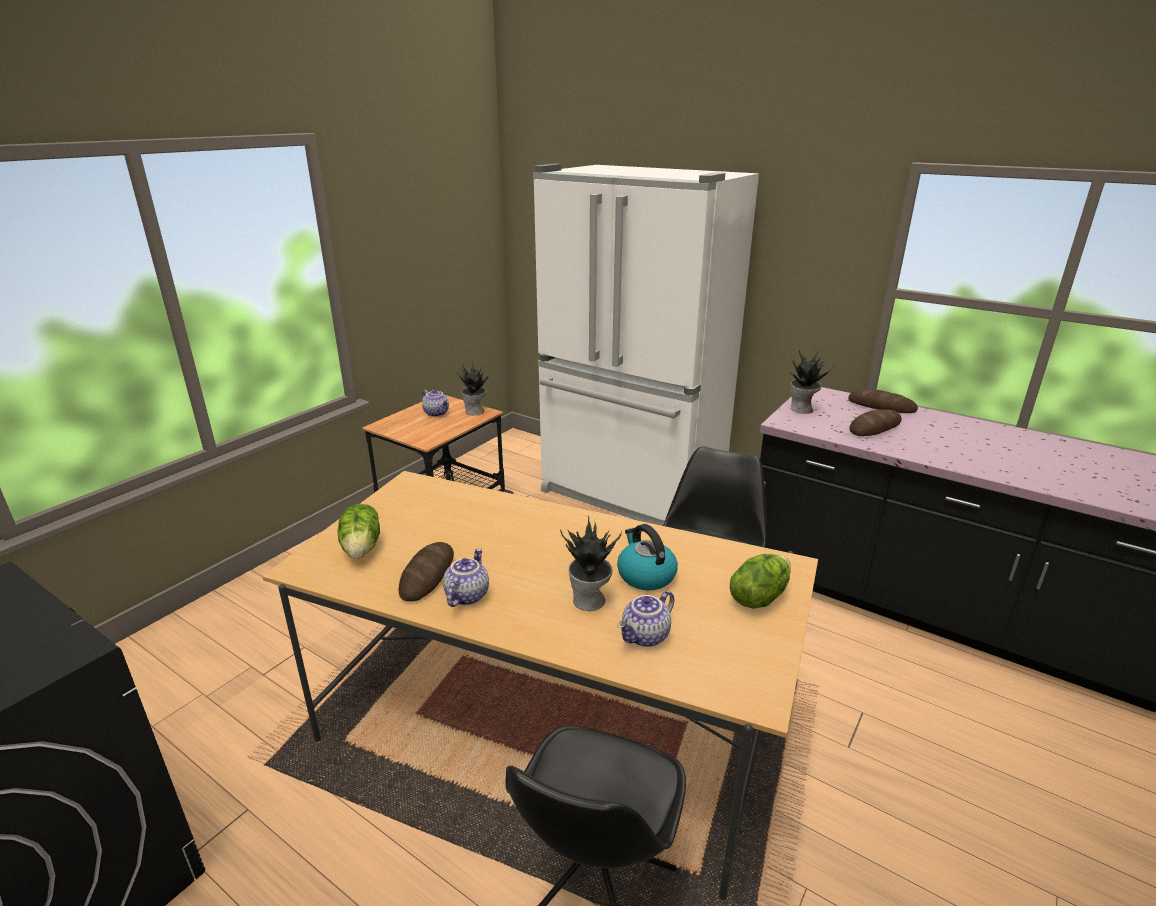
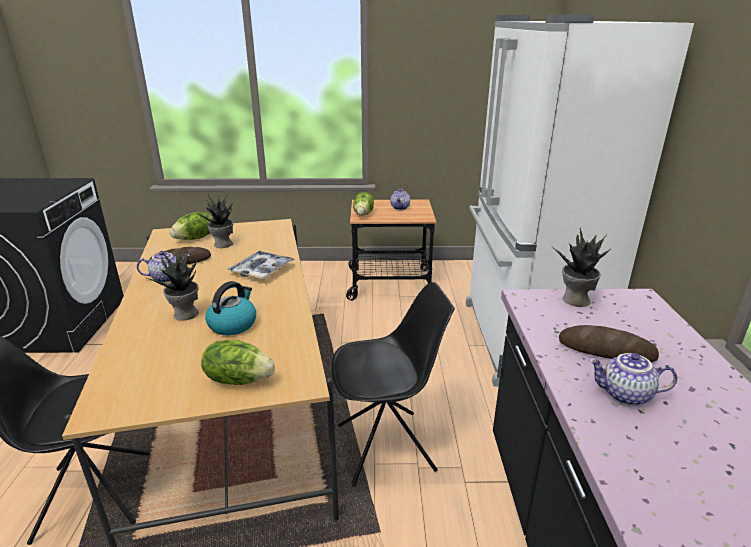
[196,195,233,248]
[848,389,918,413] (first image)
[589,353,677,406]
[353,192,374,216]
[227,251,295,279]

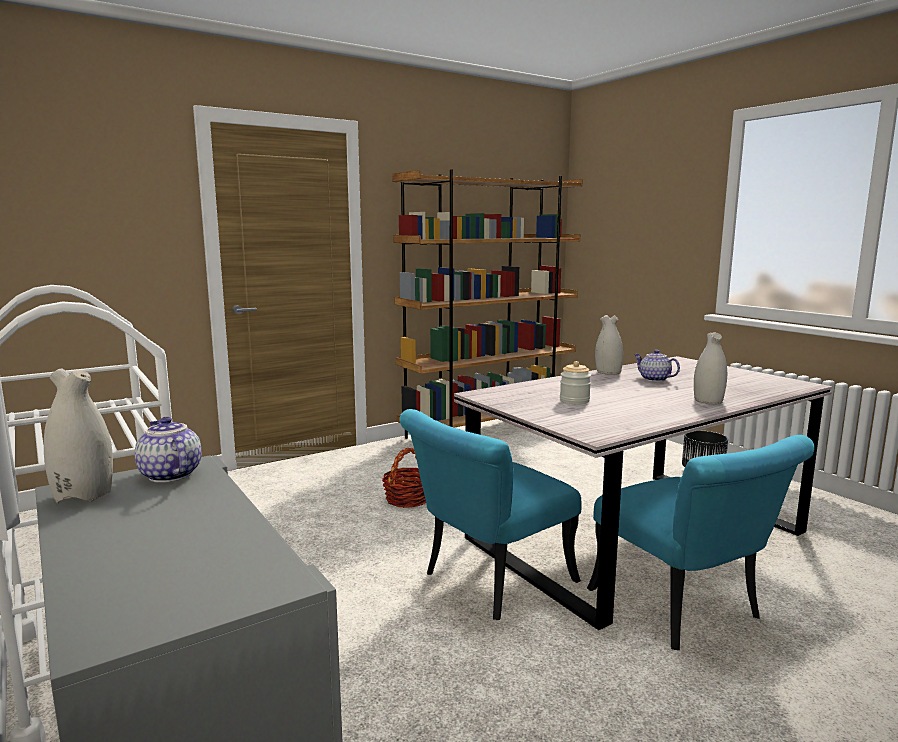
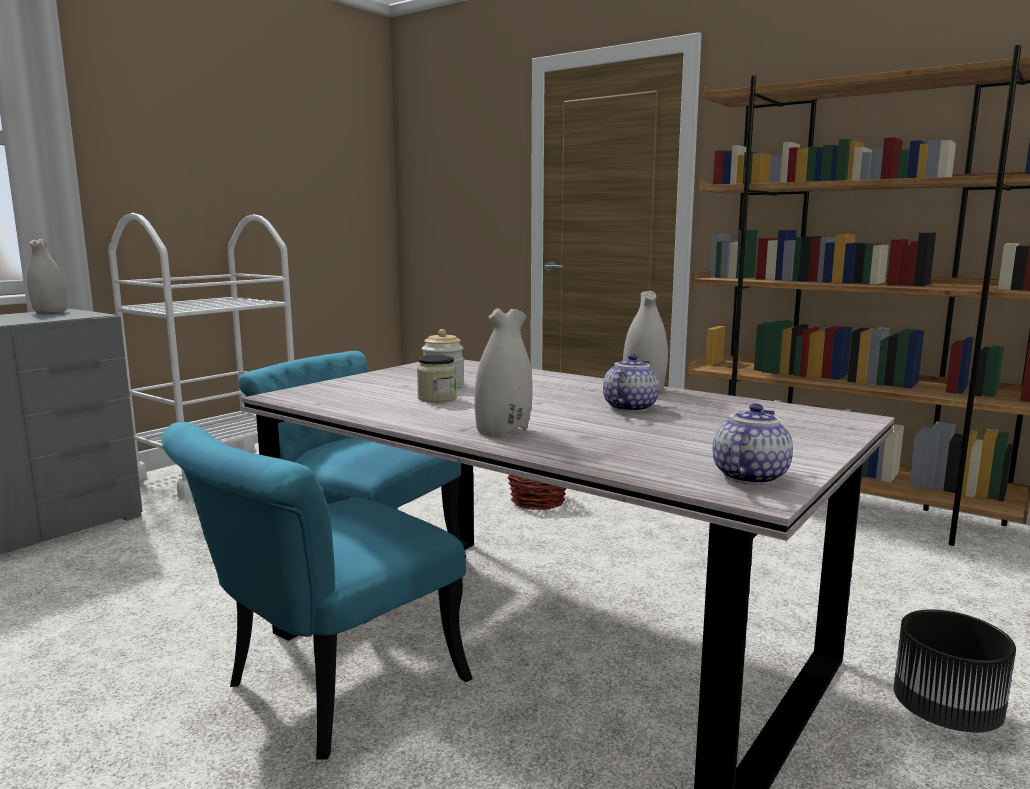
[713,403,793,485]
[417,355,456,402]

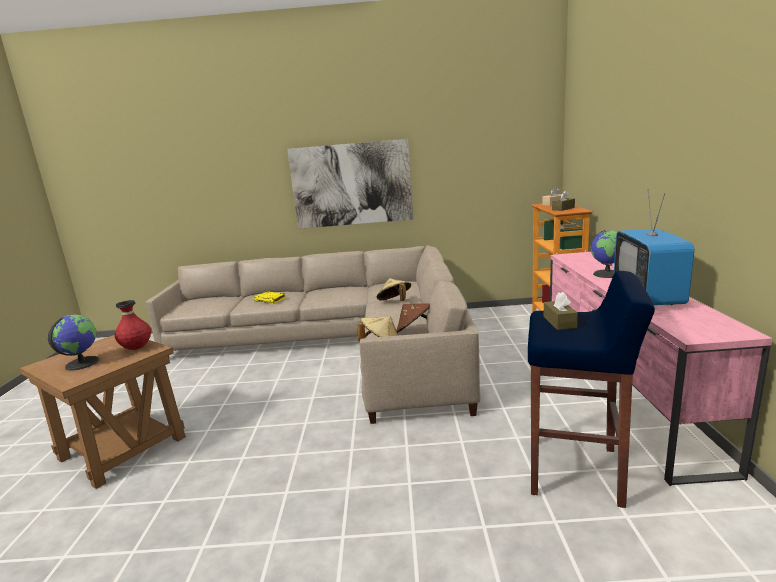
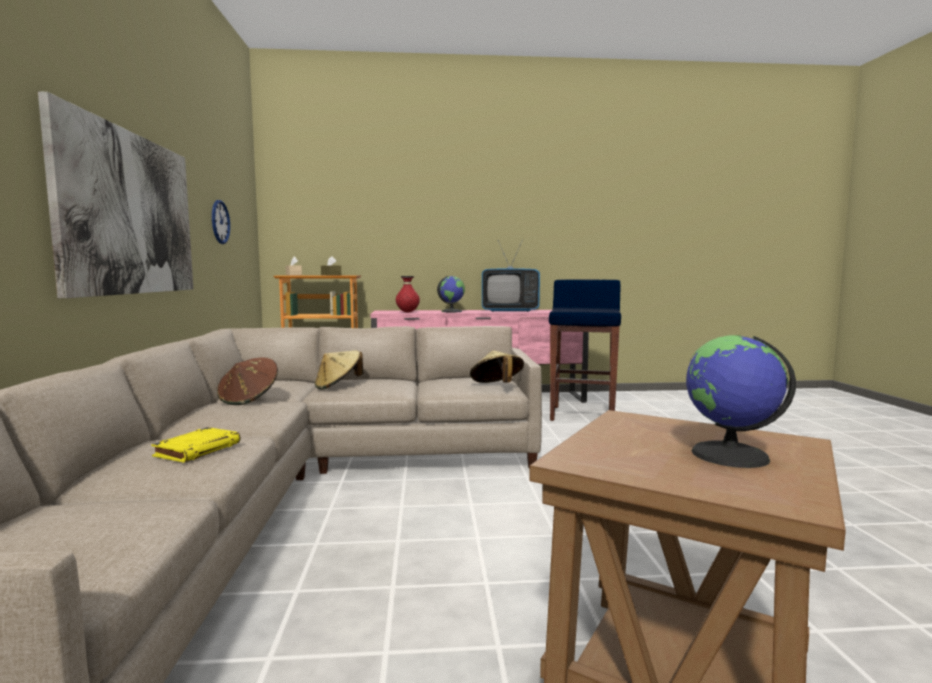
[544,292,578,330] (first image)
[396,276,420,312]
[217,357,278,405]
[212,200,230,244]

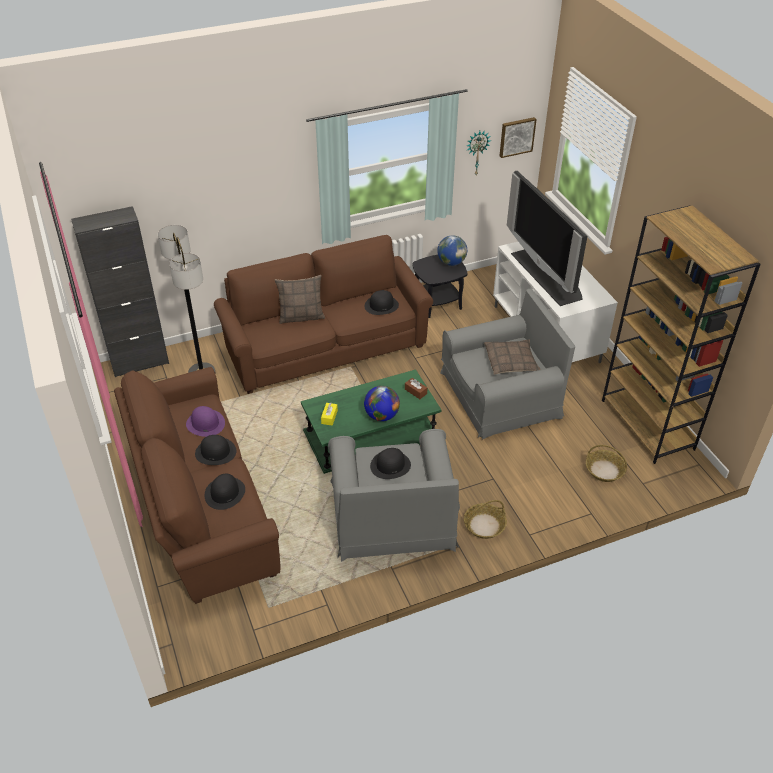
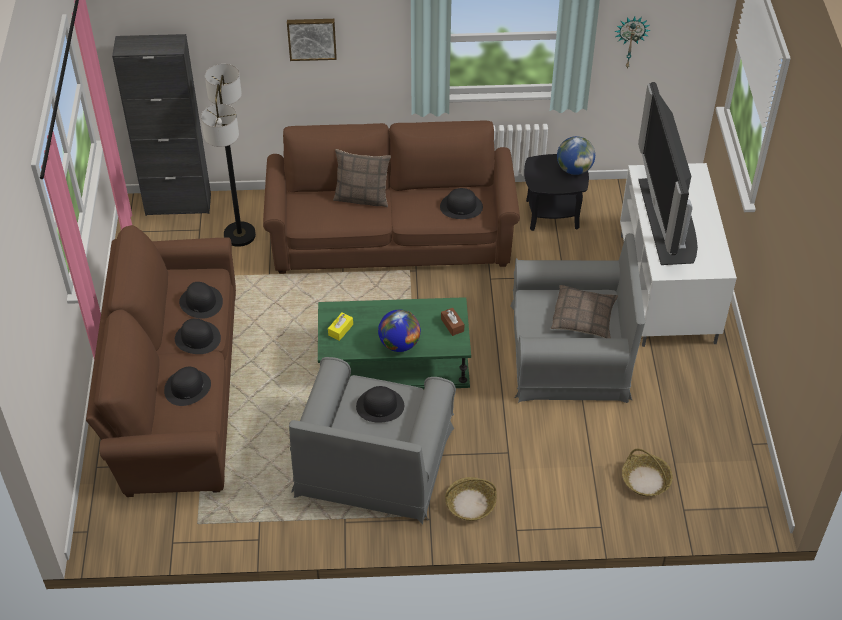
[287,19,337,61]
[602,205,761,464] (first image)
[179,282,223,319]

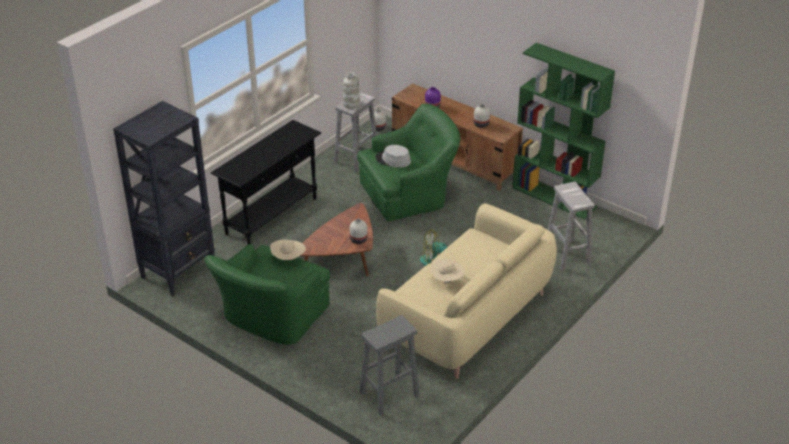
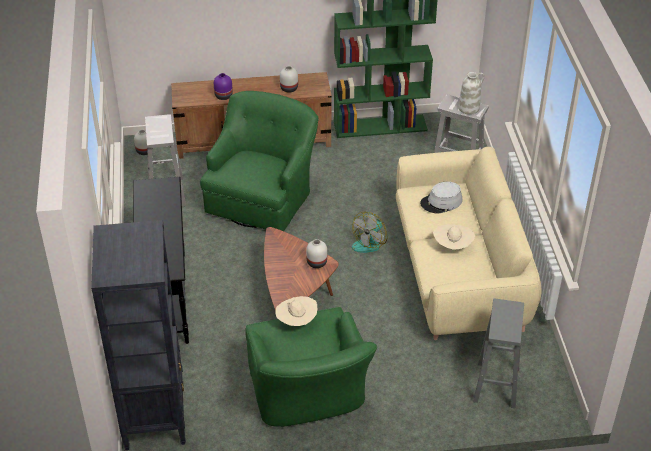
[459,72,485,115]
[420,182,462,214]

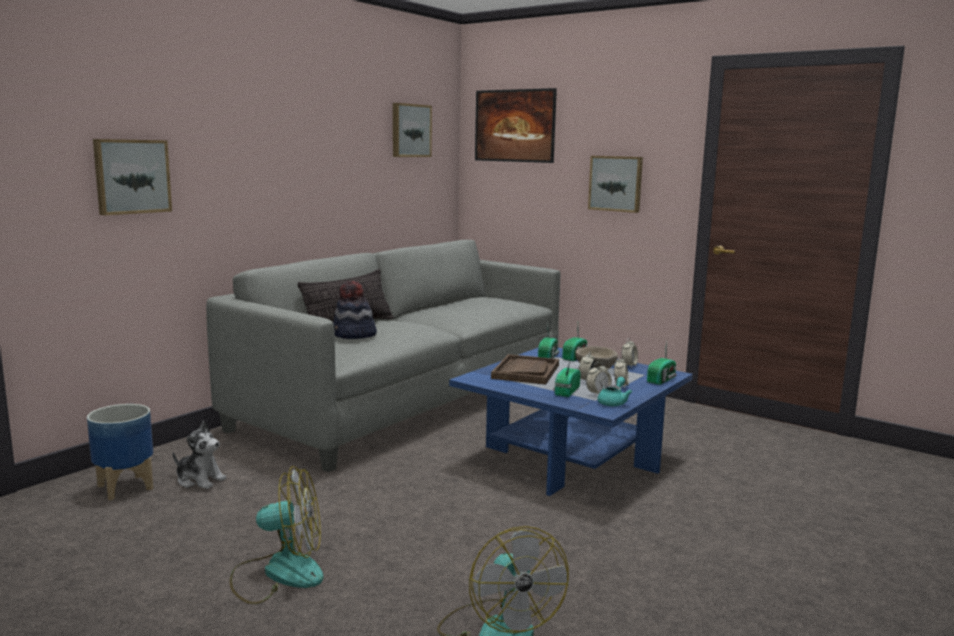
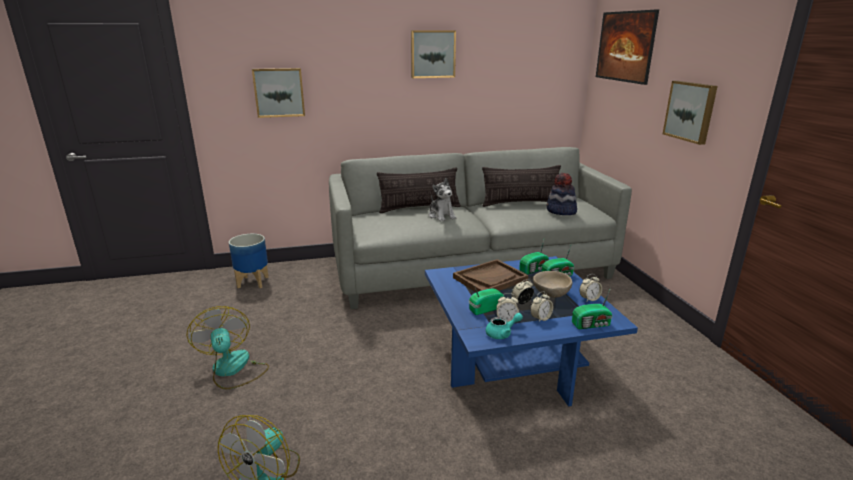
[411,30,456,78]
[546,173,577,215]
[429,178,456,222]
[187,306,269,389]
[482,165,561,207]

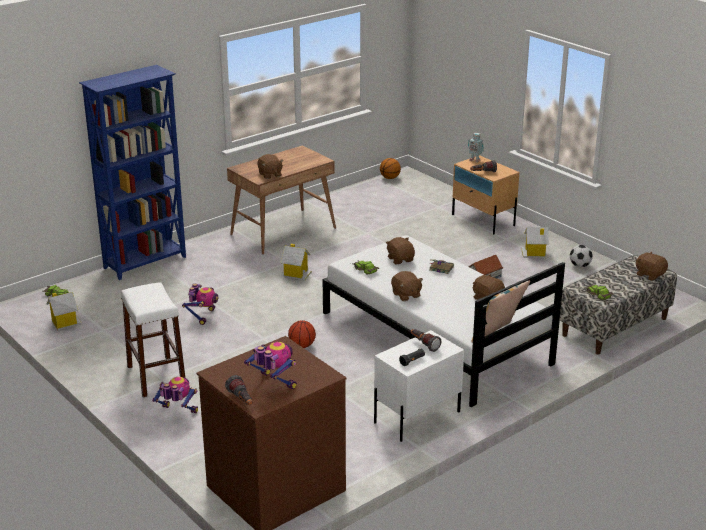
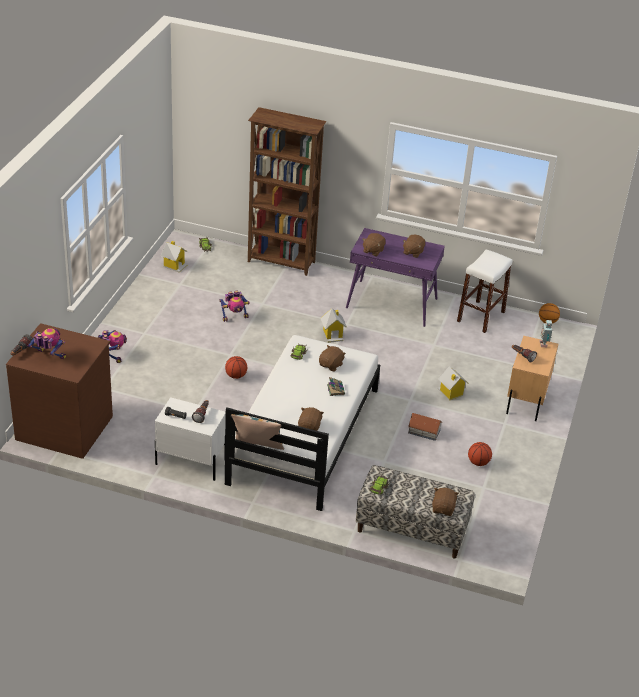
[248,107,327,276]
[346,228,445,327]
[438,367,469,401]
[570,245,593,267] (first image)
[403,235,425,258]
[457,250,512,333]
[28,328,66,359]
[468,442,492,466]

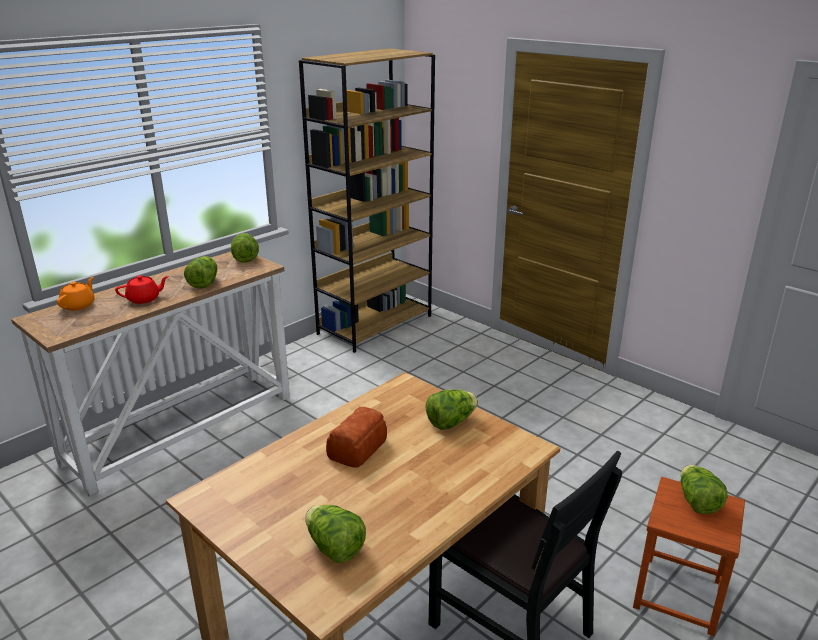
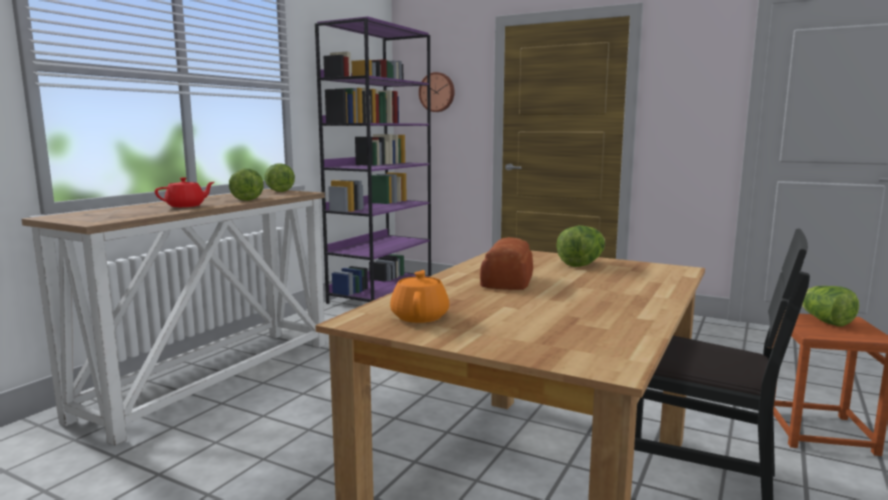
[315,16,431,304]
[390,270,449,323]
[305,505,366,563] (first image)
[419,72,455,112]

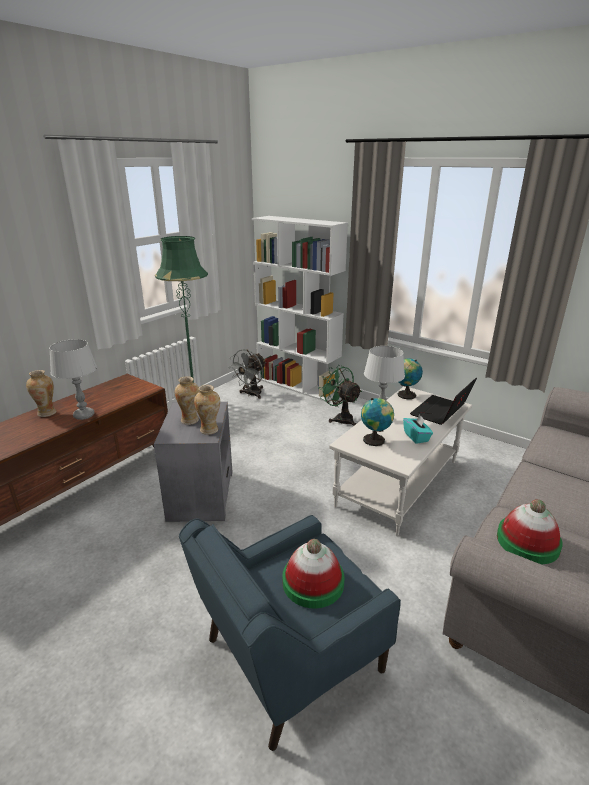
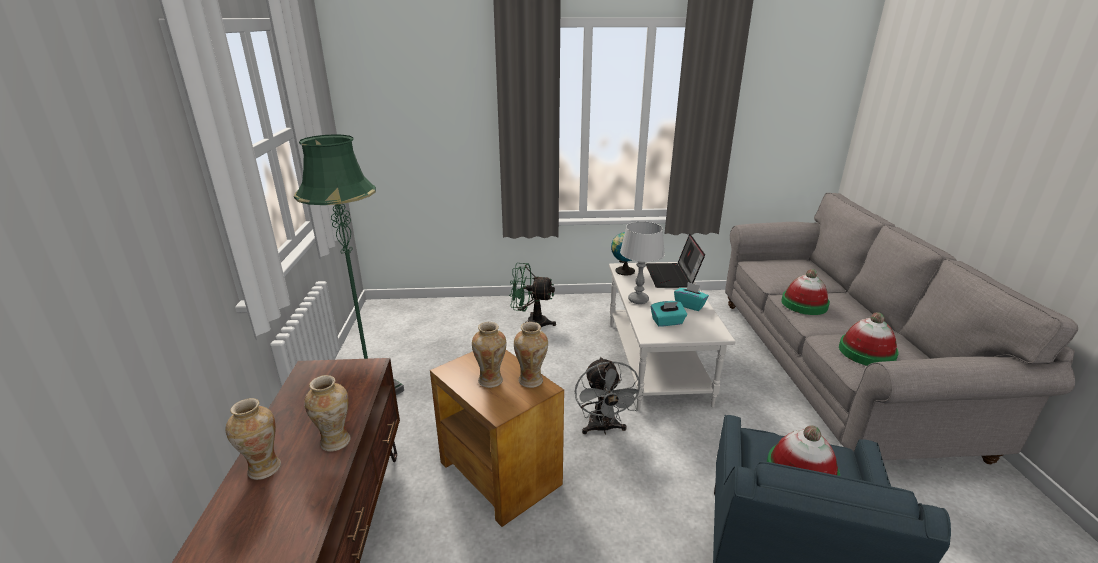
[252,216,348,402] (first image)
[304,375,351,452]
[575,357,644,435]
[651,301,687,327]
[430,350,564,527]
[782,269,830,315]

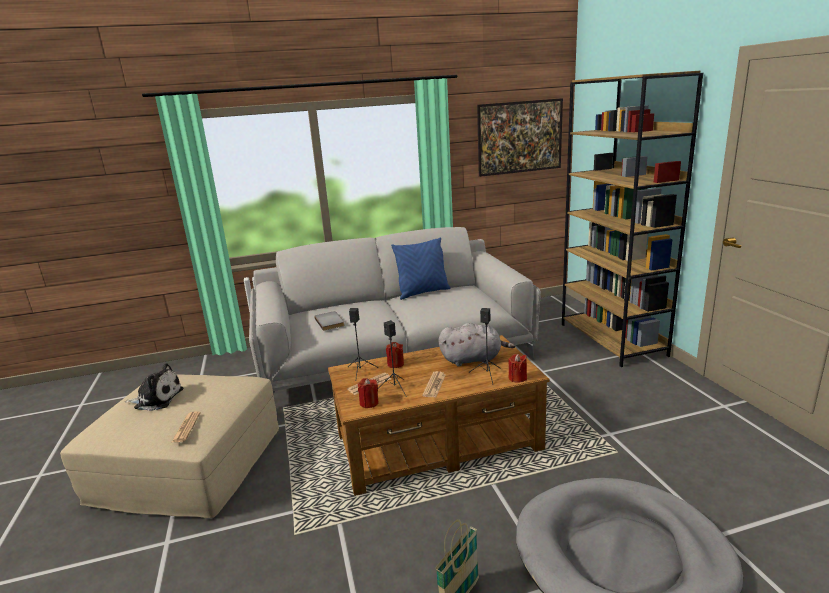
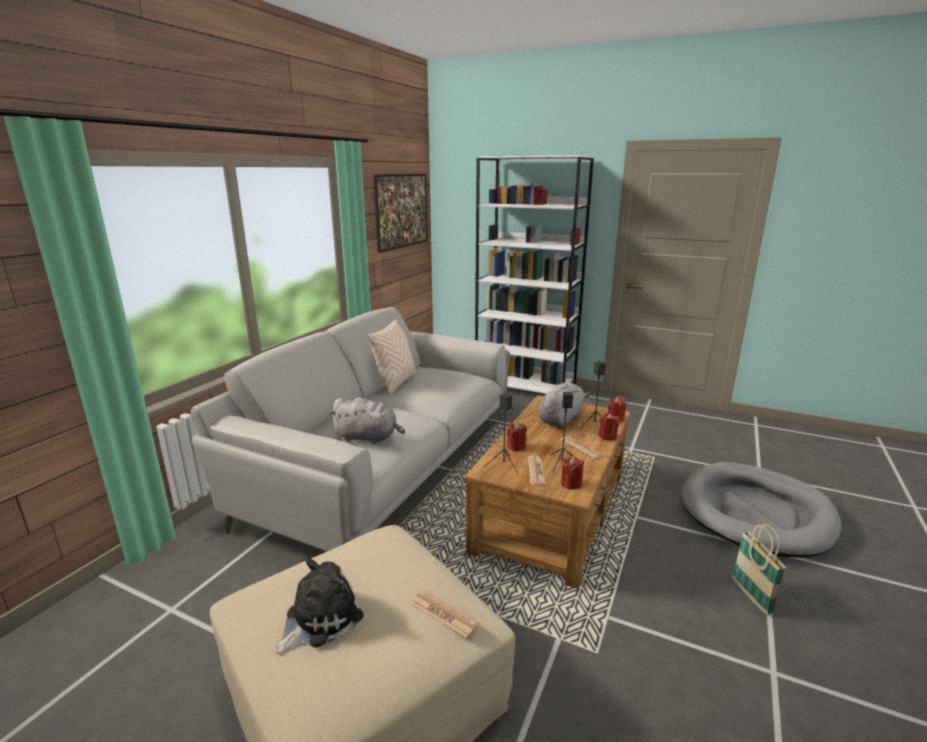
[475,155,594,394]
[367,319,416,395]
[329,398,405,444]
[599,413,619,441]

